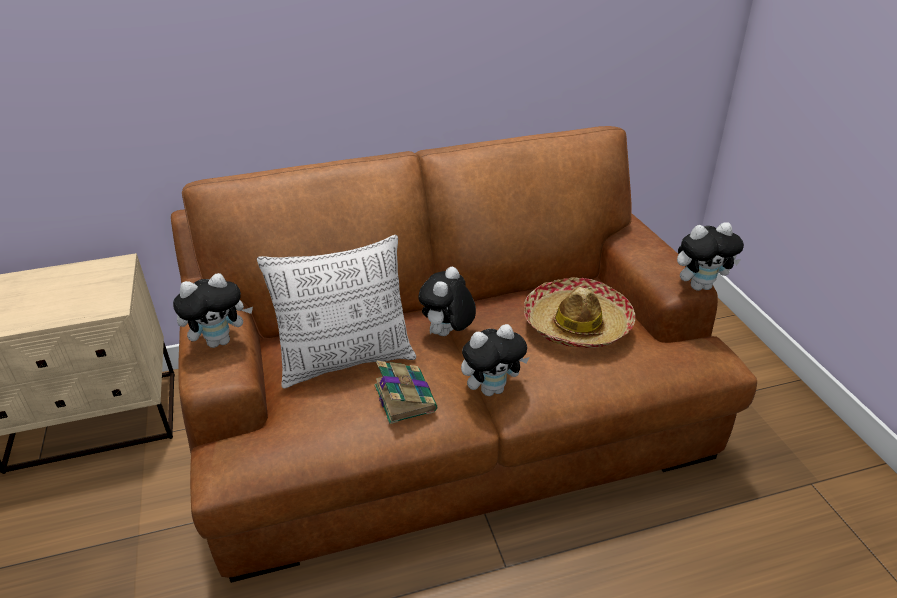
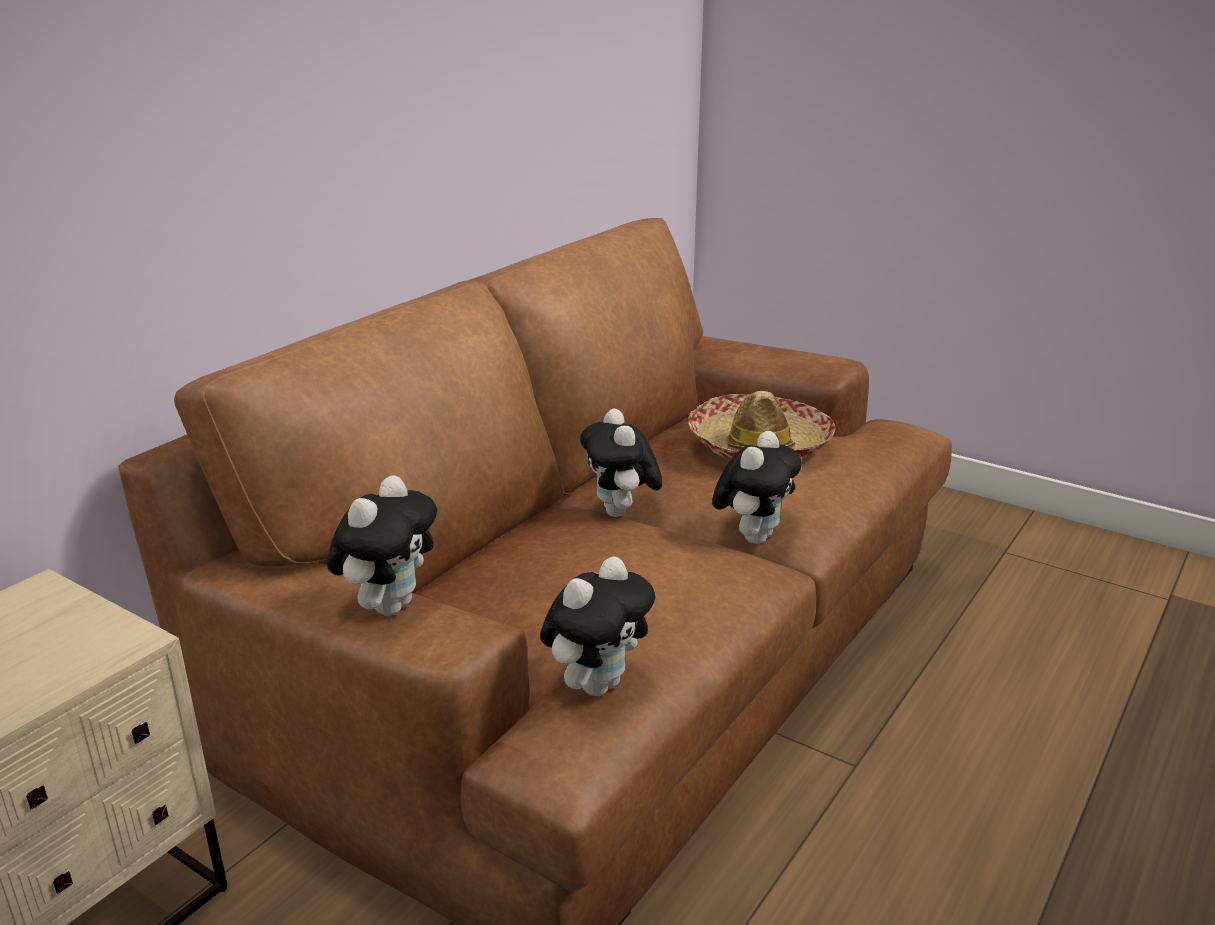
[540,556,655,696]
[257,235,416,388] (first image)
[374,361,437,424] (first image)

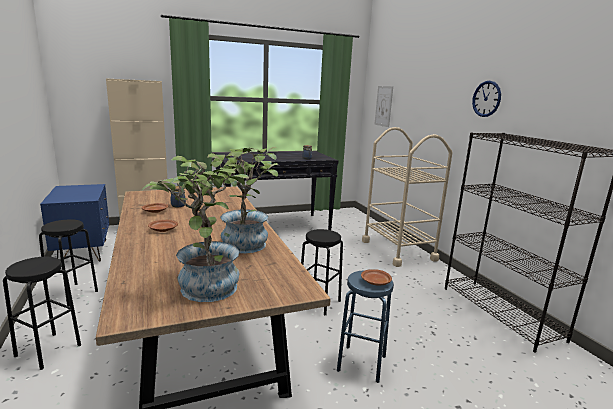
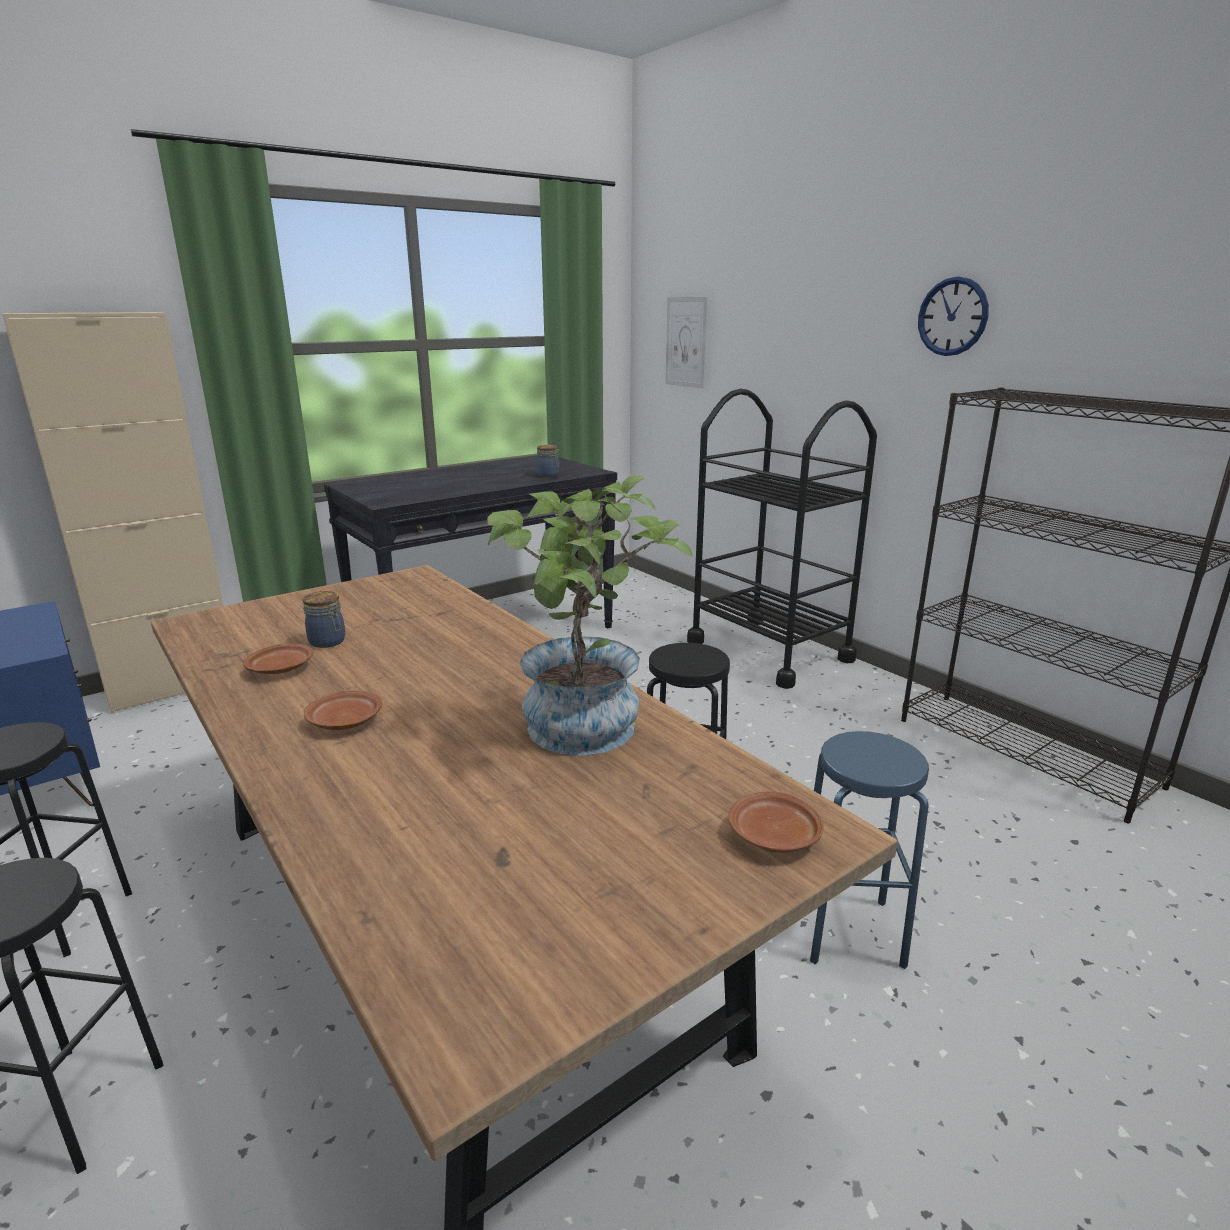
[687,389,877,689]
[142,156,249,302] (first image)
[729,792,824,853]

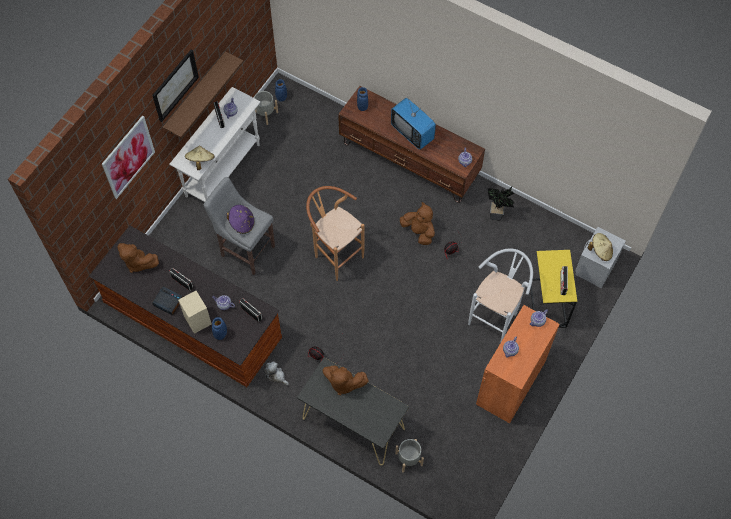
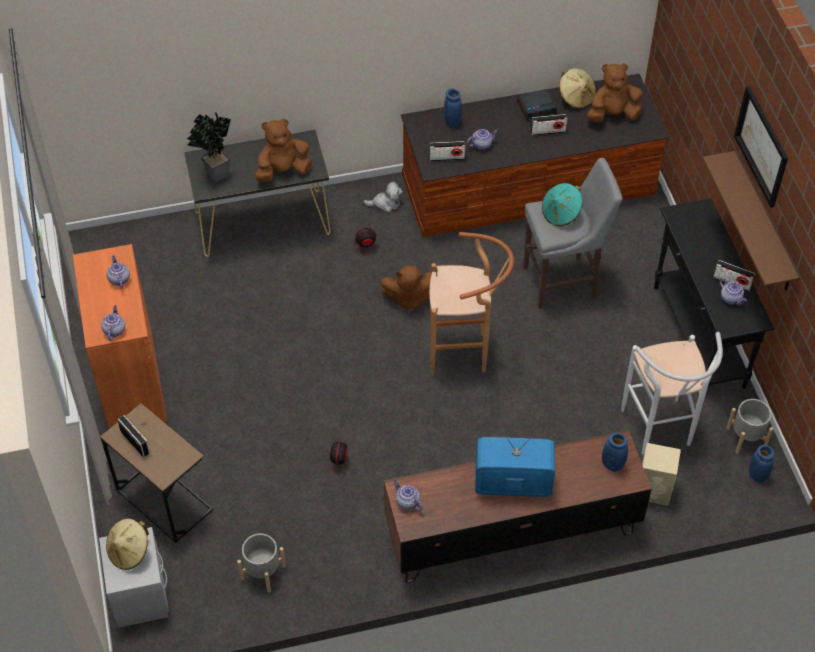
[654,198,774,389]
[102,115,155,199] (first image)
[559,68,596,109]
[187,113,231,183]
[381,265,437,312]
[542,183,583,226]
[621,332,723,455]
[100,403,214,543]
[642,443,681,506]
[237,533,286,593]

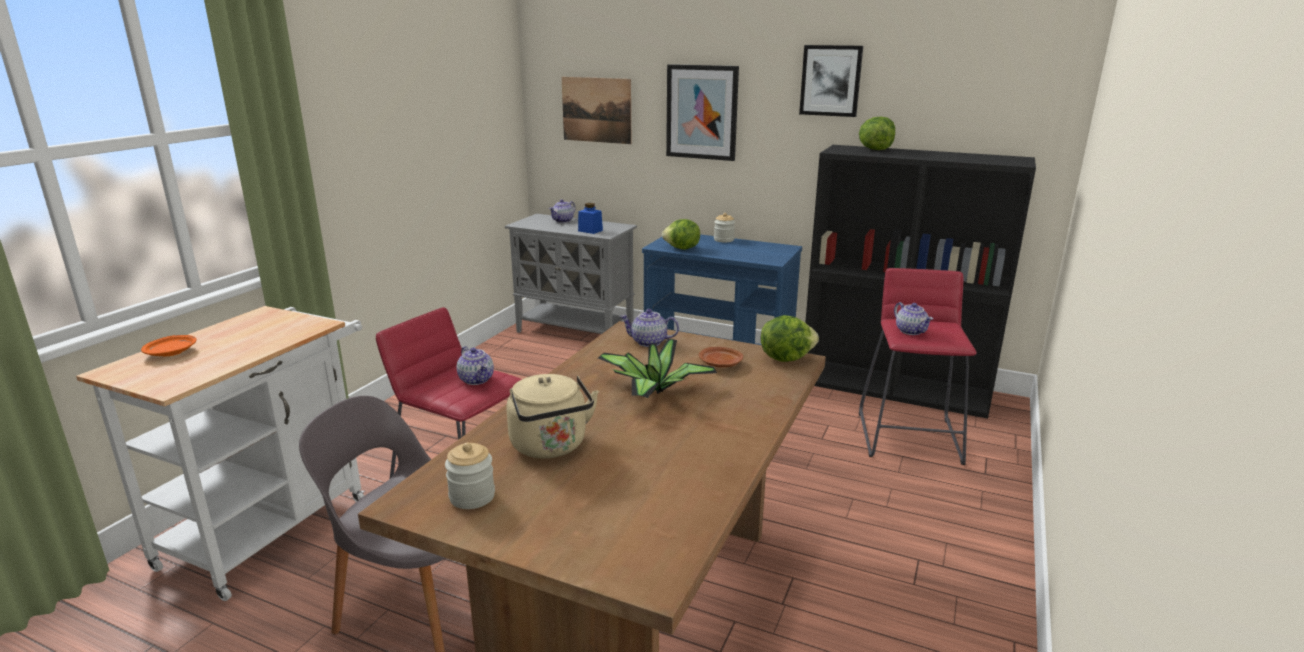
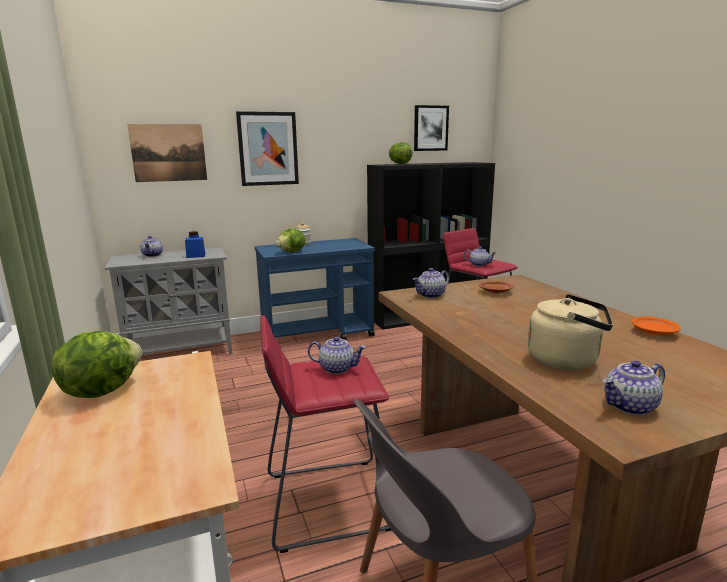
[414,105,449,151]
[51,331,142,398]
[632,316,681,335]
[598,339,717,398] (first image)
[602,360,665,415]

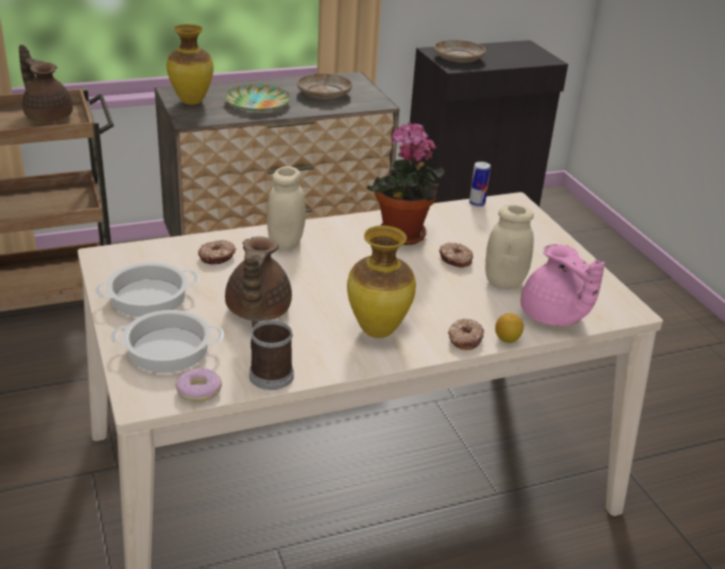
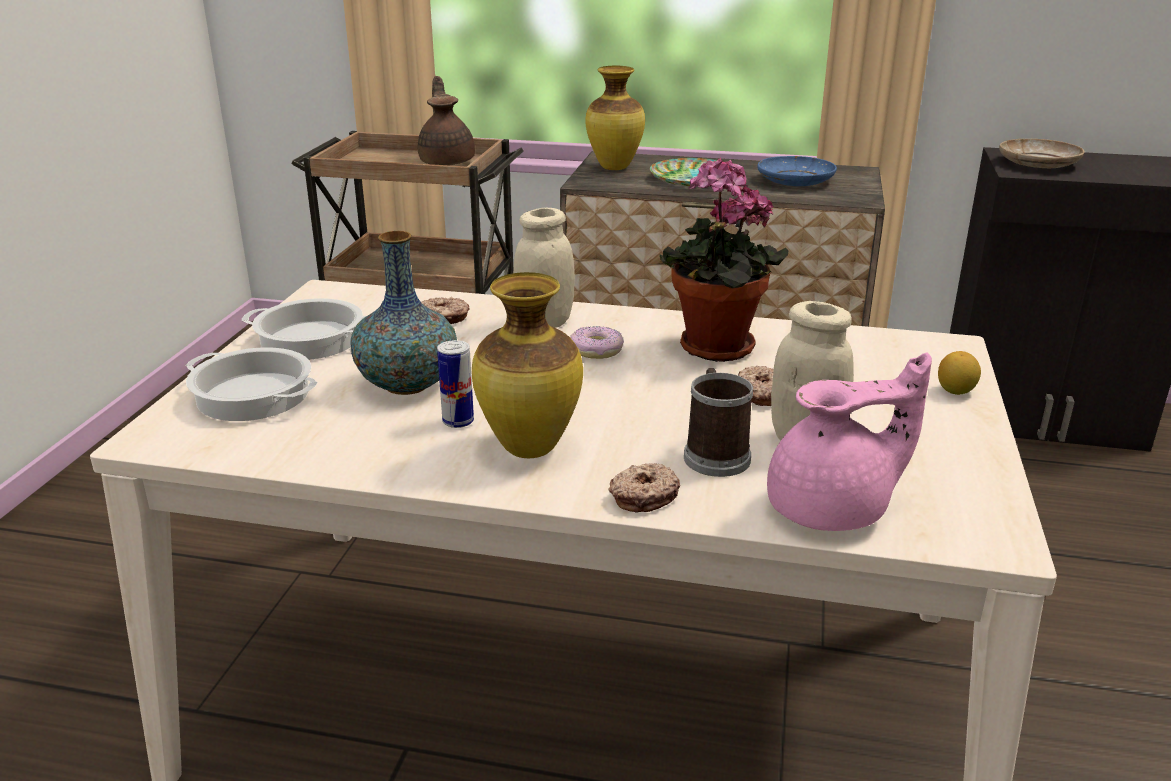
[757,156,837,186]
[437,340,474,428]
[351,231,457,395]
[767,352,932,531]
[938,351,981,395]
[684,368,753,477]
[570,326,624,359]

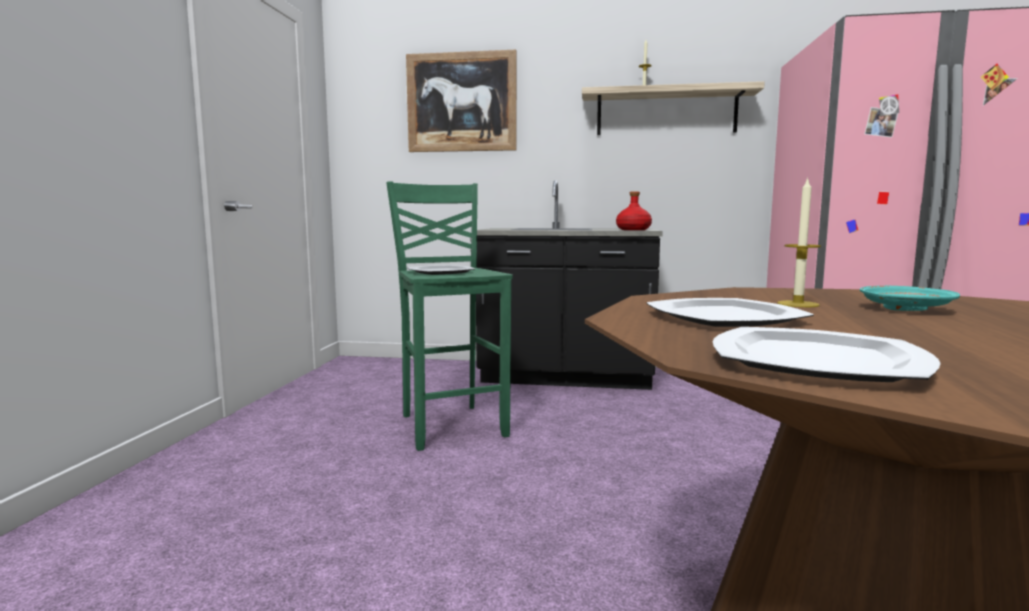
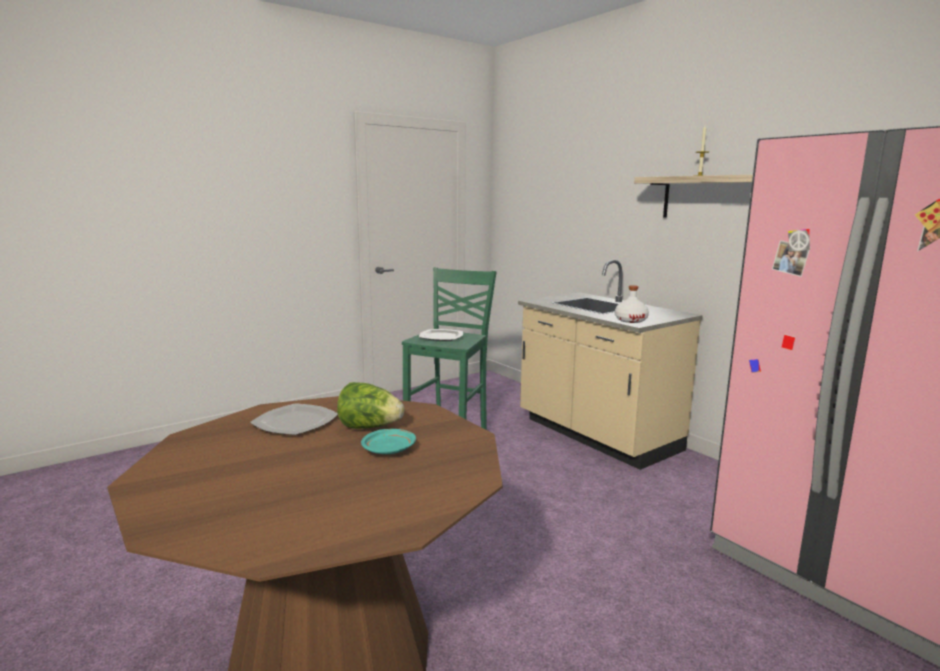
[406,49,517,152] (first image)
[337,382,404,429]
[518,260,703,470]
[615,285,649,323]
[713,327,941,382] (first image)

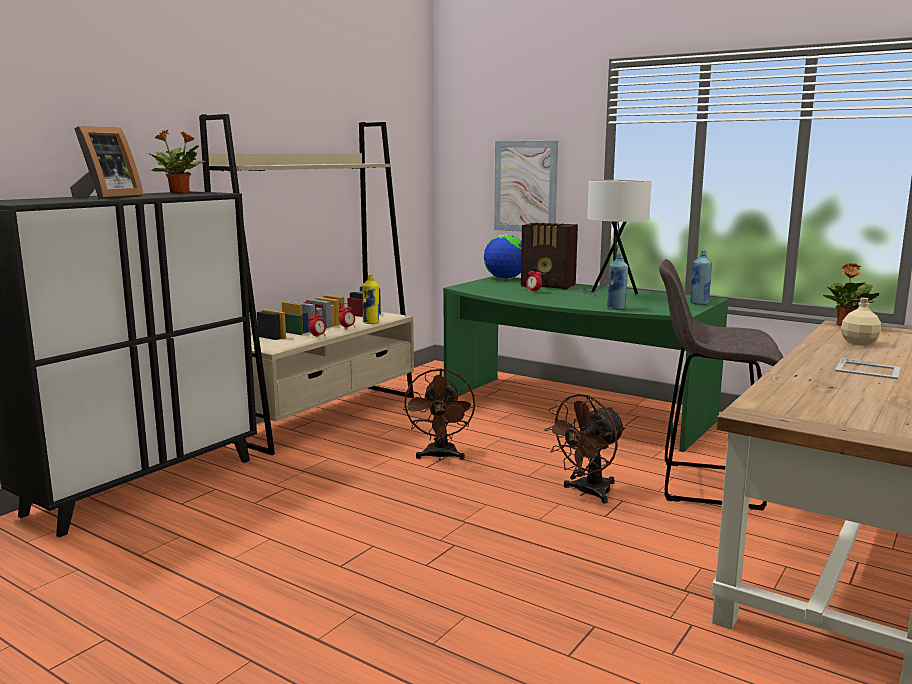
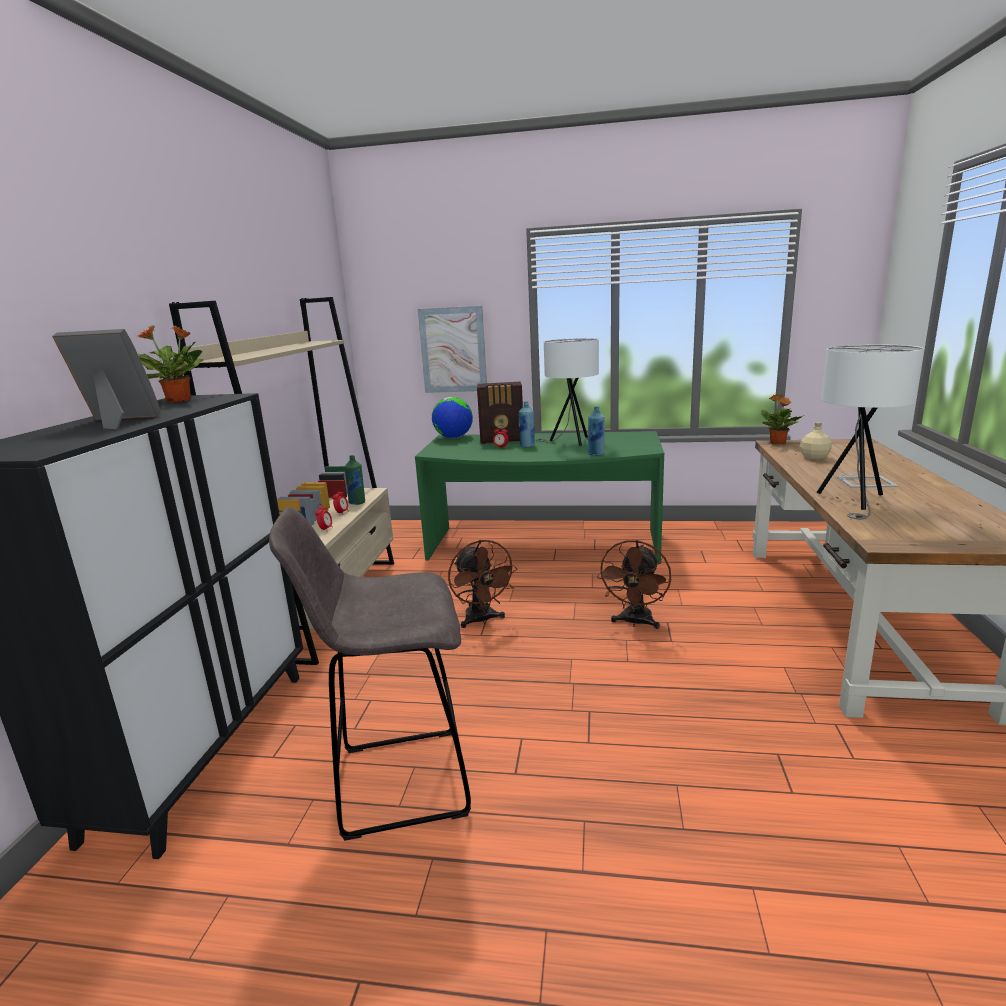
[52,329,161,429]
[519,401,535,447]
[269,507,471,841]
[345,455,365,505]
[817,344,924,519]

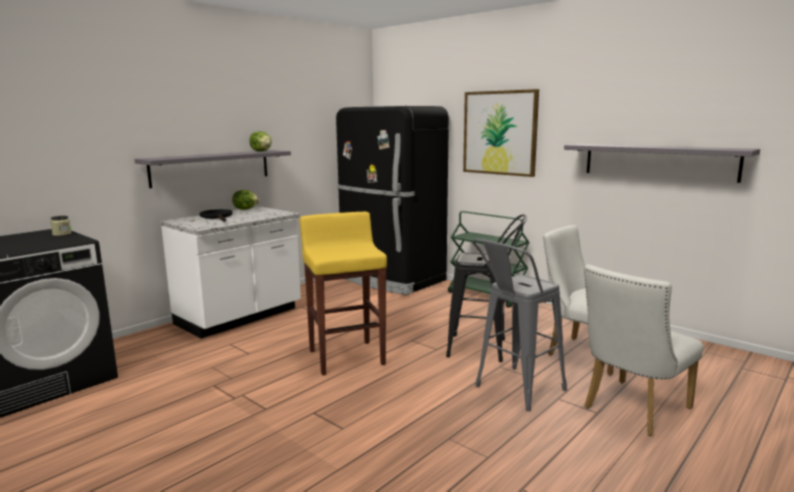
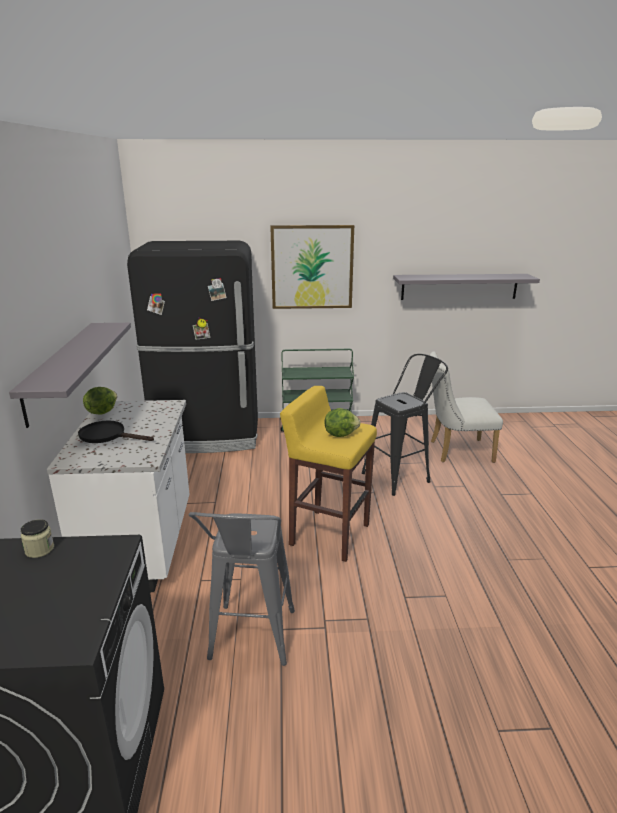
[325,408,361,437]
[189,512,295,666]
[584,265,704,436] (first image)

